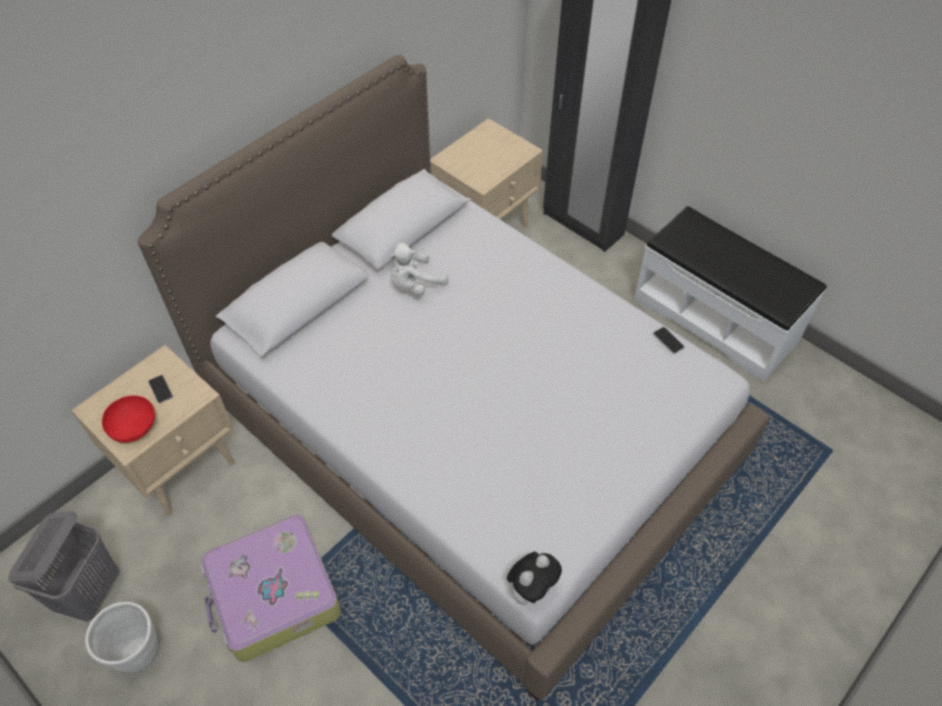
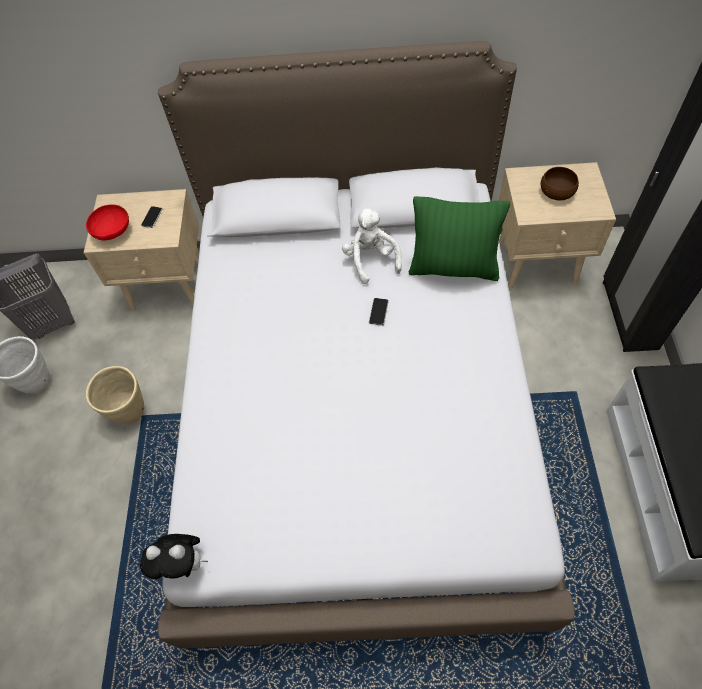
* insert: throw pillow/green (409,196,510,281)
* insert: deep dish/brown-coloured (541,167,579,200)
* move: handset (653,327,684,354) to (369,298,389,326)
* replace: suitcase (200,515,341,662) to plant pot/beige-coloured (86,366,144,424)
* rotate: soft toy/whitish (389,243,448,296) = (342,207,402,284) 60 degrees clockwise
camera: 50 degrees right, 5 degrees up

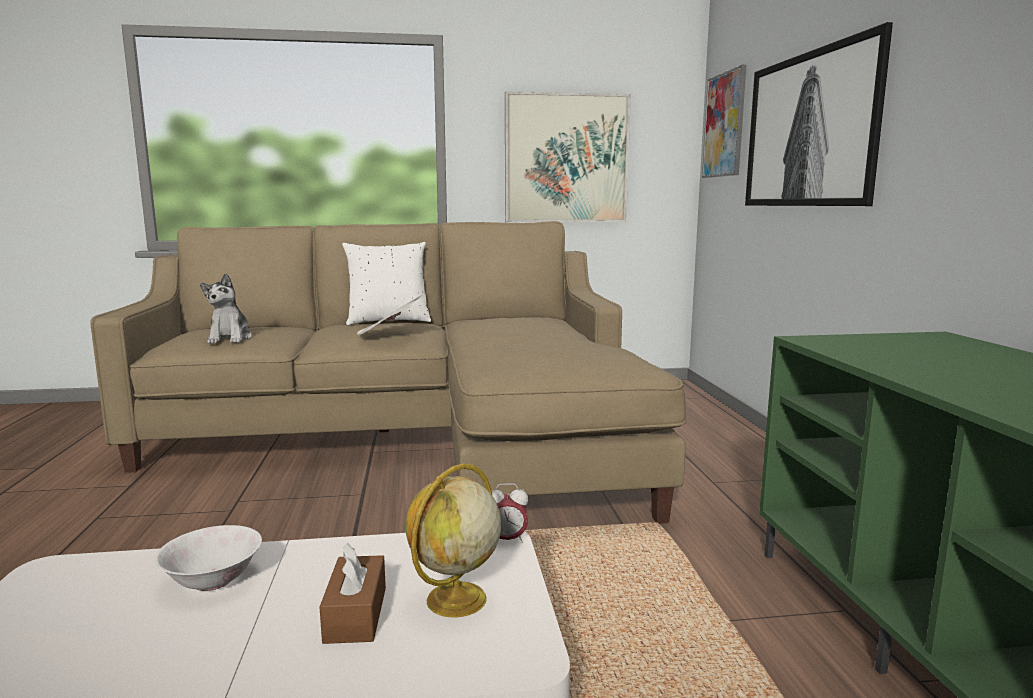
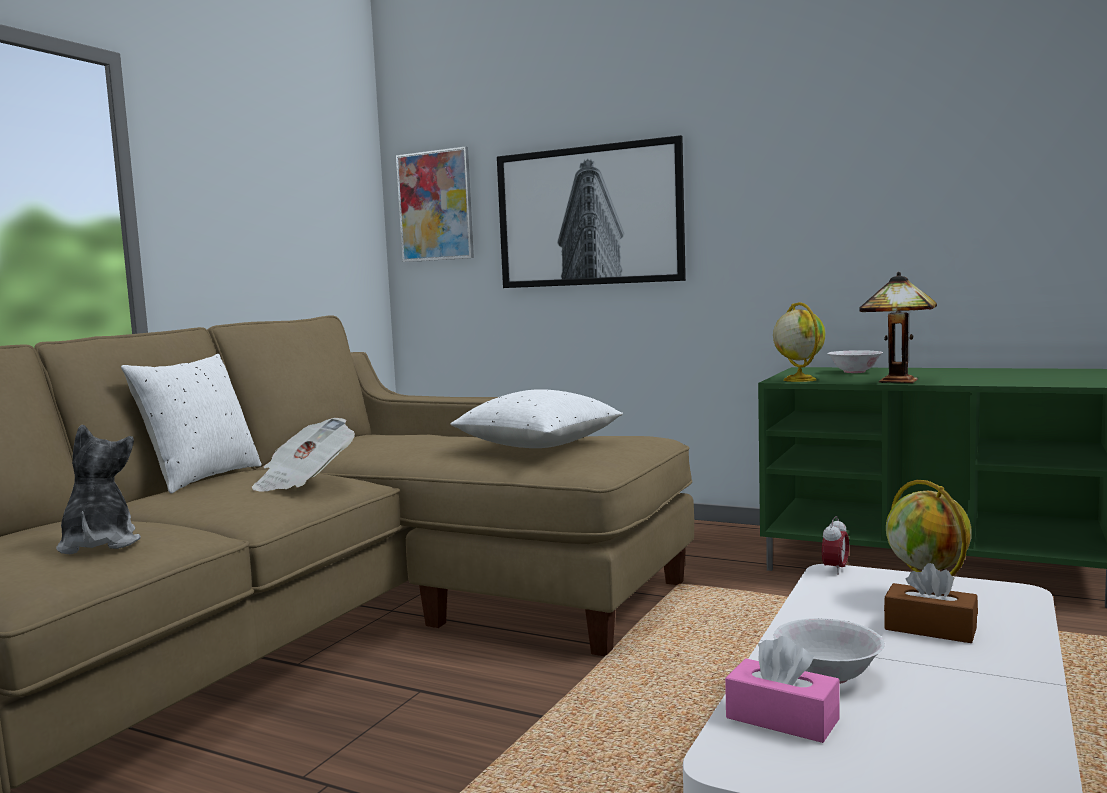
* delete: wall art (505,91,631,222)
* insert: throw pillow/whitish (450,389,623,448)
* insert: box of tissues/pink-coloured (725,636,839,743)
* insert: desk globe (773,302,826,382)
* insert: deep dish/whitish (827,350,883,373)
* insert: tabletop lamp (859,272,937,383)
* rotate: soft toy (200,273,252,343) = (56,425,141,554) 135 degrees counterclockwise
camera: 55 degrees left, 5 degrees down

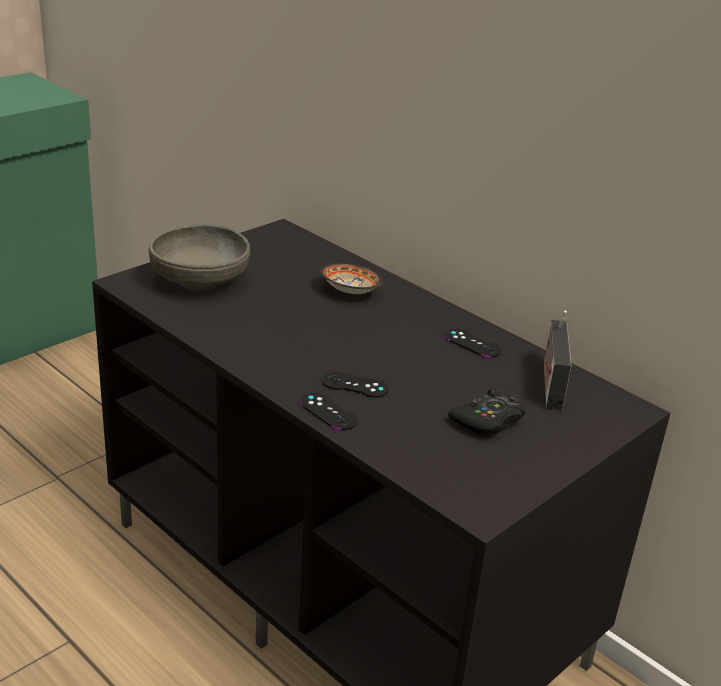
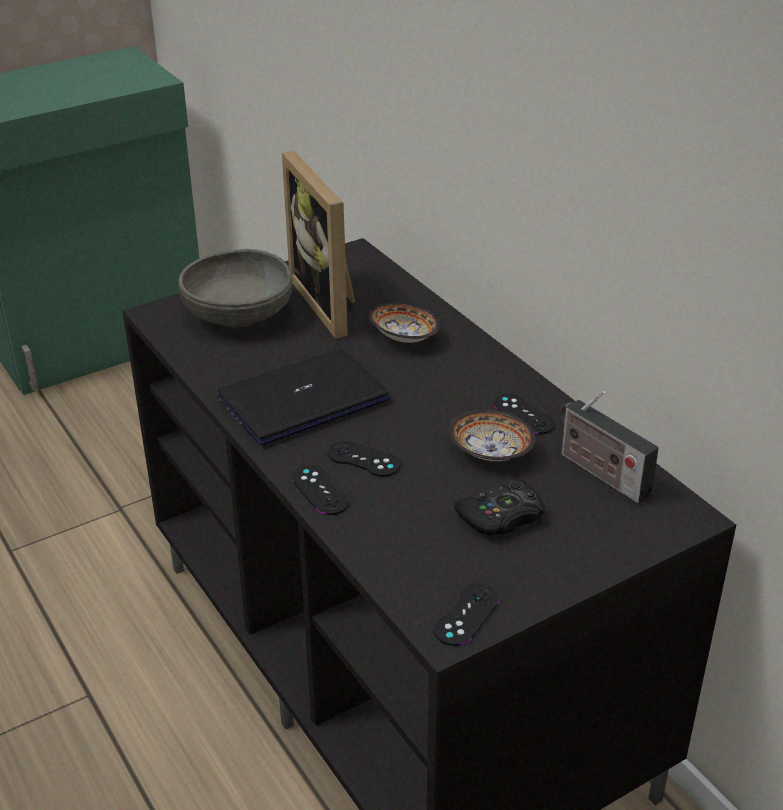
* insert: laptop (217,349,390,445)
* insert: photo frame (282,151,356,339)
* insert: joypad/black-coloured (434,583,500,646)
* insert: deep dish (448,409,536,461)
* rotate: radio receiver (544,310,572,410) = (560,391,659,504) 60 degrees counterclockwise
camera: 15 degrees right, 5 degrees up

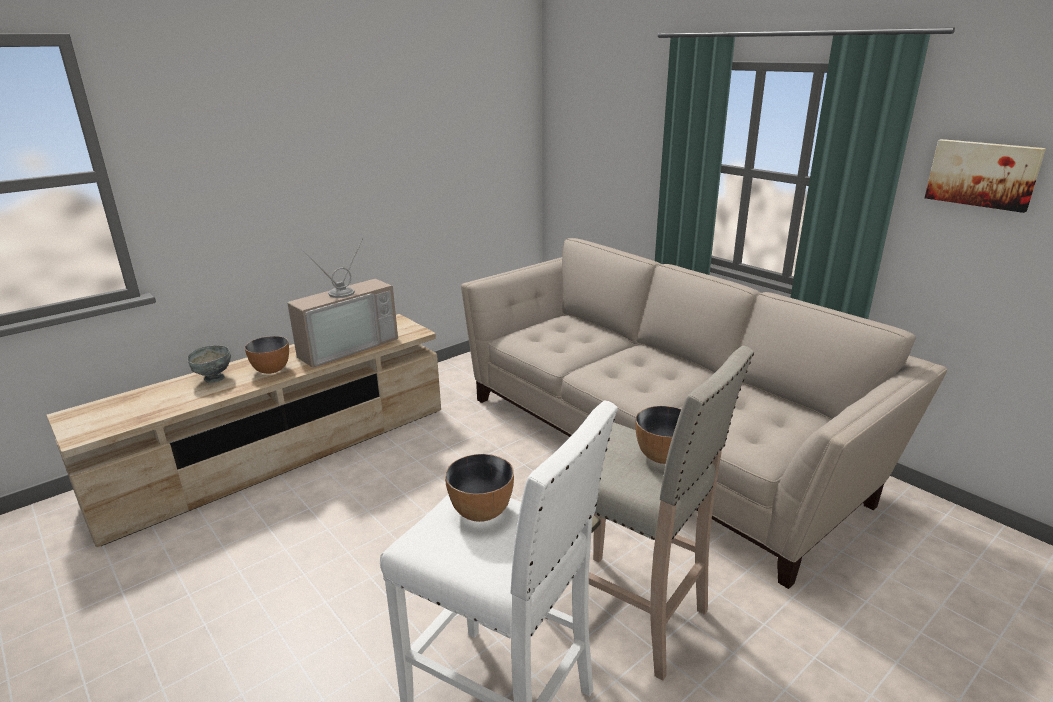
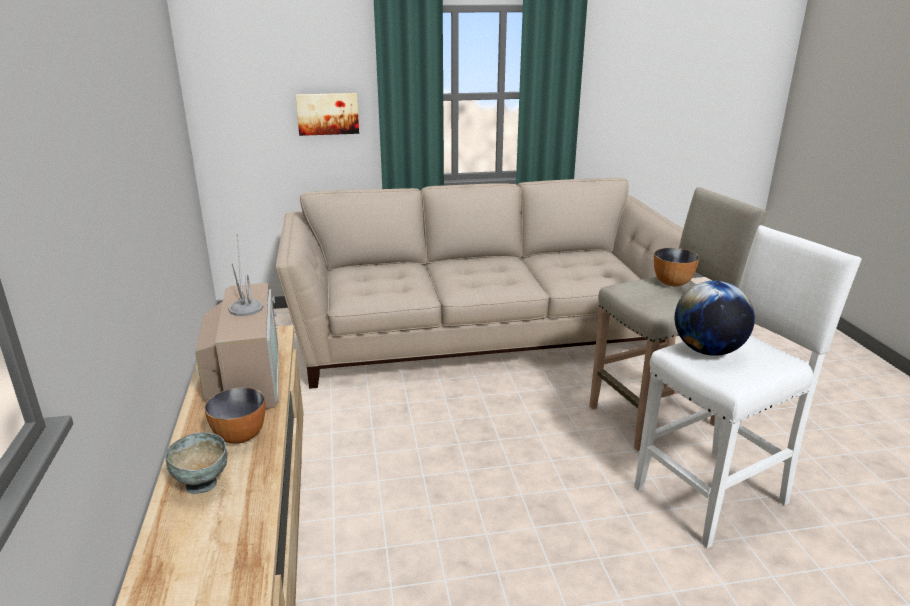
* move: wall art (925,139,1046,213) to (295,93,359,136)
* replace: deep dish (445,454,514,522) to desk globe (675,281,755,356)
camera: 60 degrees left, 0 degrees up

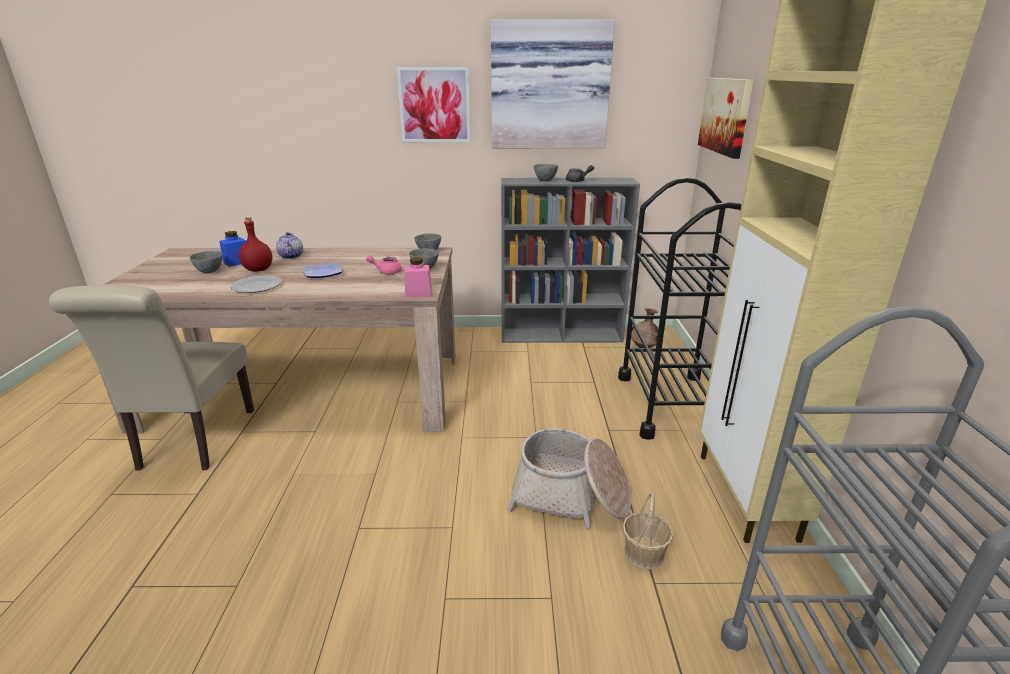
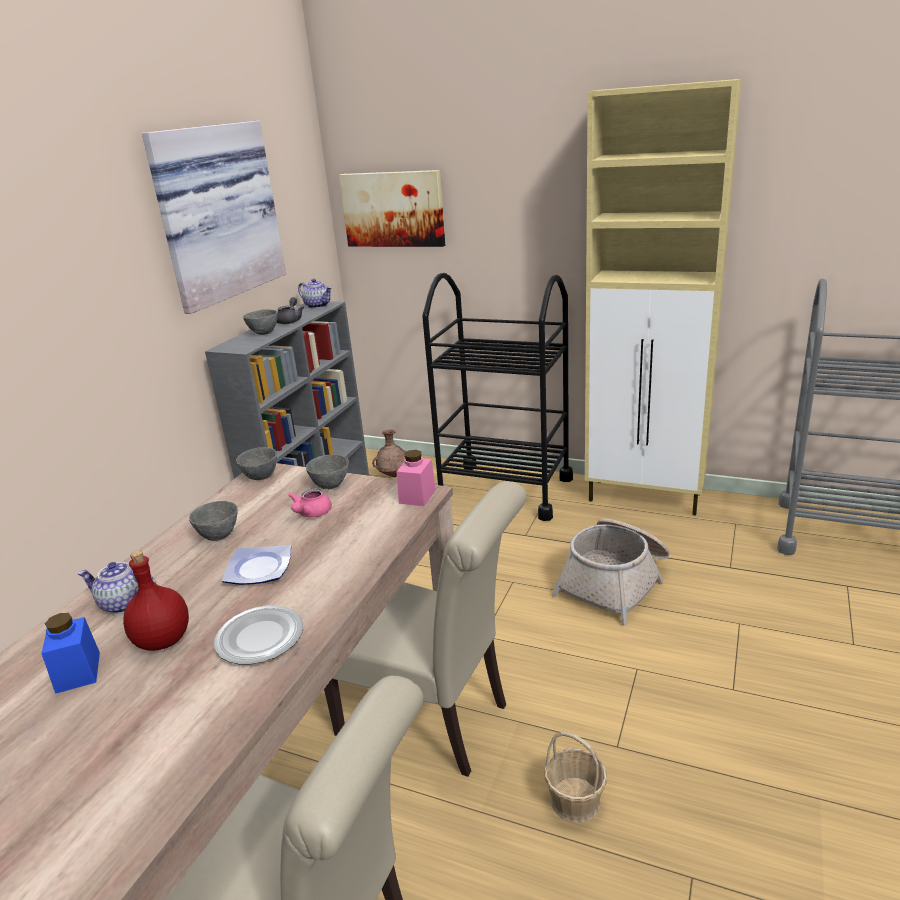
* delete: wall art (397,67,471,142)
* insert: teapot (298,279,332,308)
* insert: upright chair/beige-coloured (324,481,527,777)
* move: deep dish/grey (190,251,223,273) to (189,501,238,541)
* move: household basket (622,492,673,569) to (544,731,607,823)
camera: 65 degrees left, 0 degrees up

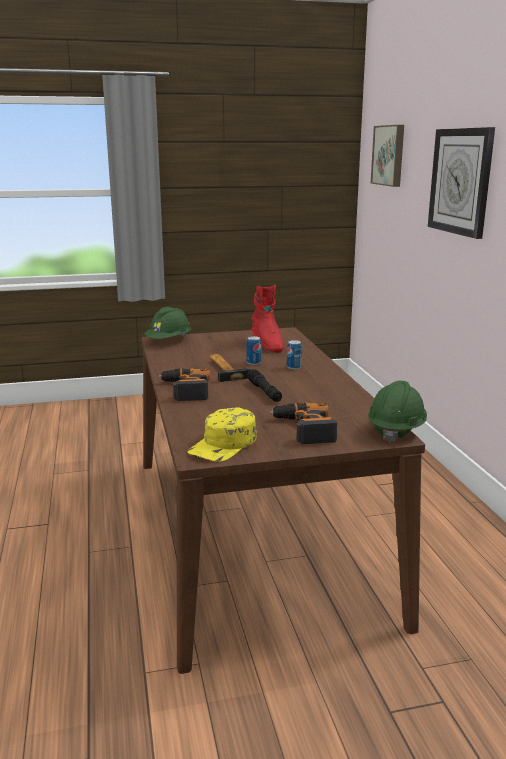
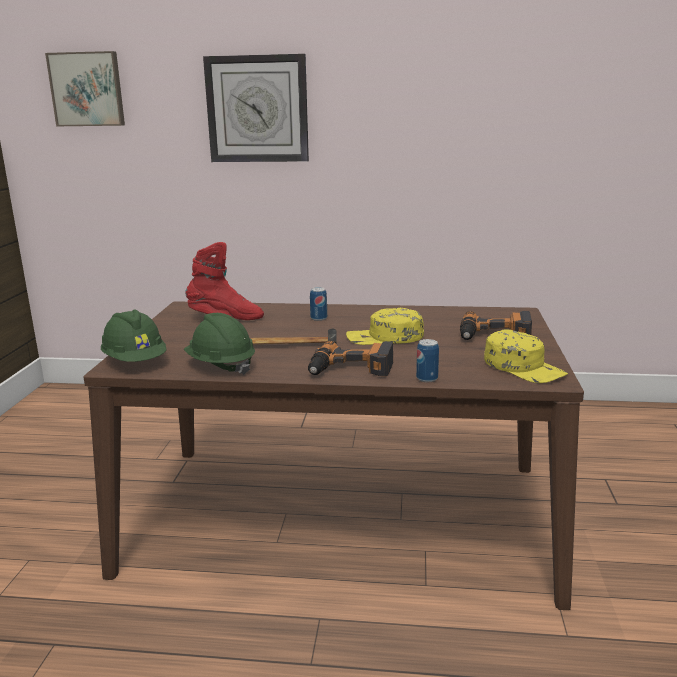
* move: can (246,336,261,365) to (416,339,439,382)
* move: hard hat/green (368,381,427,443) to (184,313,255,375)
* replace: hand torch/black-coloured (247,369,282,402) to cap/yellow-coloured (346,308,424,345)
camera: 70 degrees left, 0 degrees up

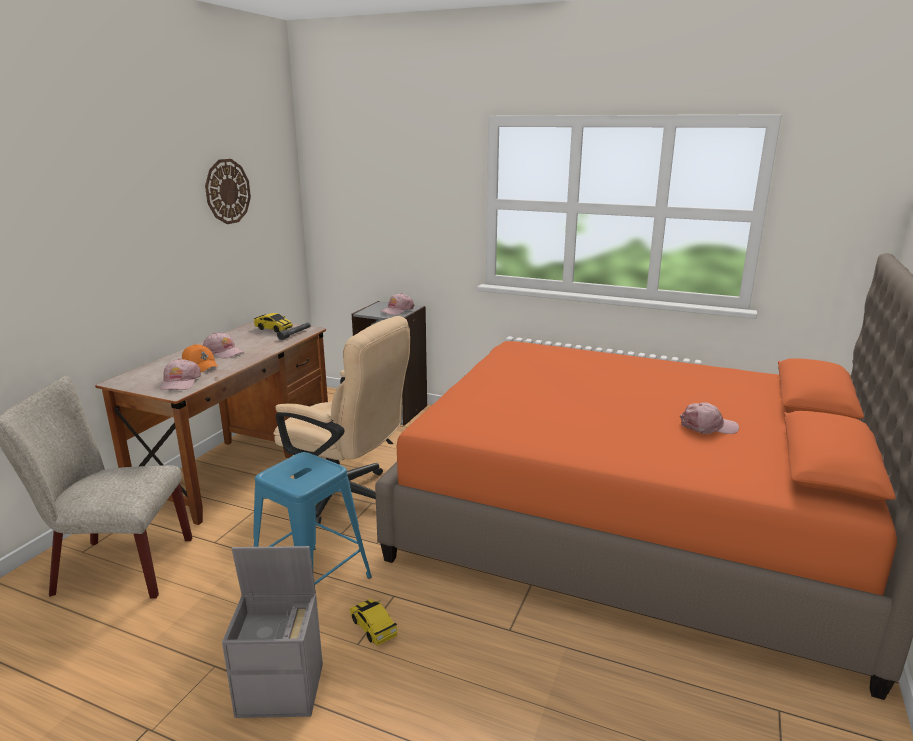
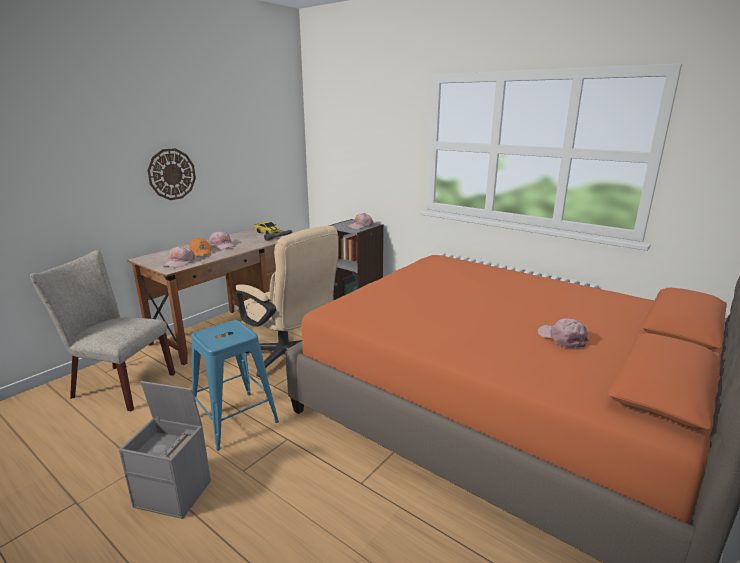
* delete: miniature car (350,599,398,646)
* move: wall clock (205,159,251,224) to (147,148,196,200)
* rotate: cap/pink-coloured (680,402,739,434) = (538,319,588,348) 135 degrees counterclockwise
camera: 15 degrees right, 0 degrees up

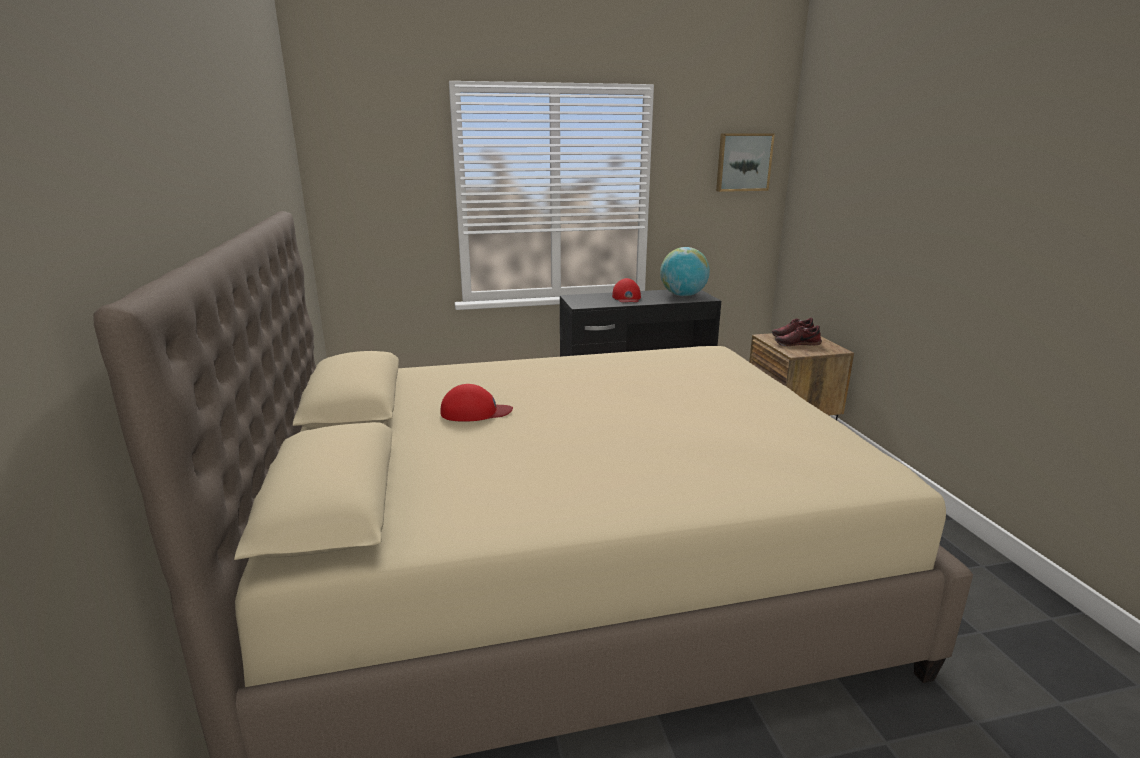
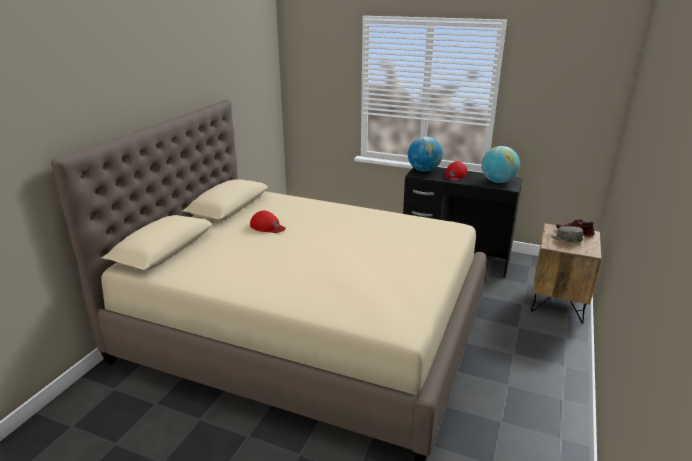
* delete: wall art (716,133,775,192)
* insert: desk globe (408,136,443,172)
* replace: low shoe (775,325,822,346) to cap/grey (551,226,583,243)
camera: 35 degrees right, 5 degrees up

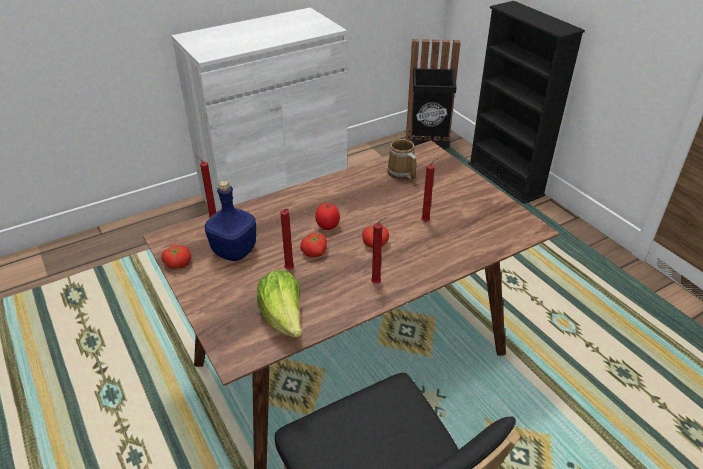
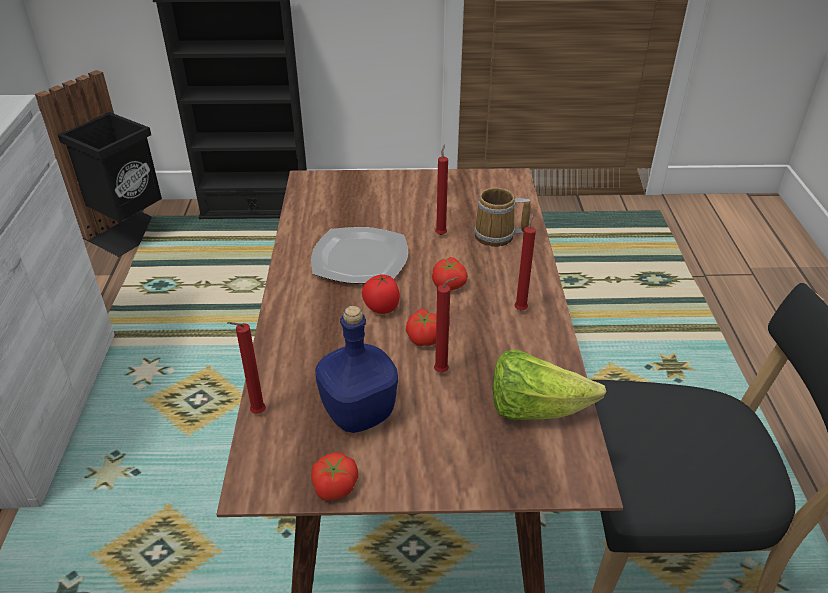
* insert: dinner plate (311,227,408,284)
* move: mug (387,139,416,180) to (474,187,531,247)
camera: 60 degrees left, 0 degrees up

